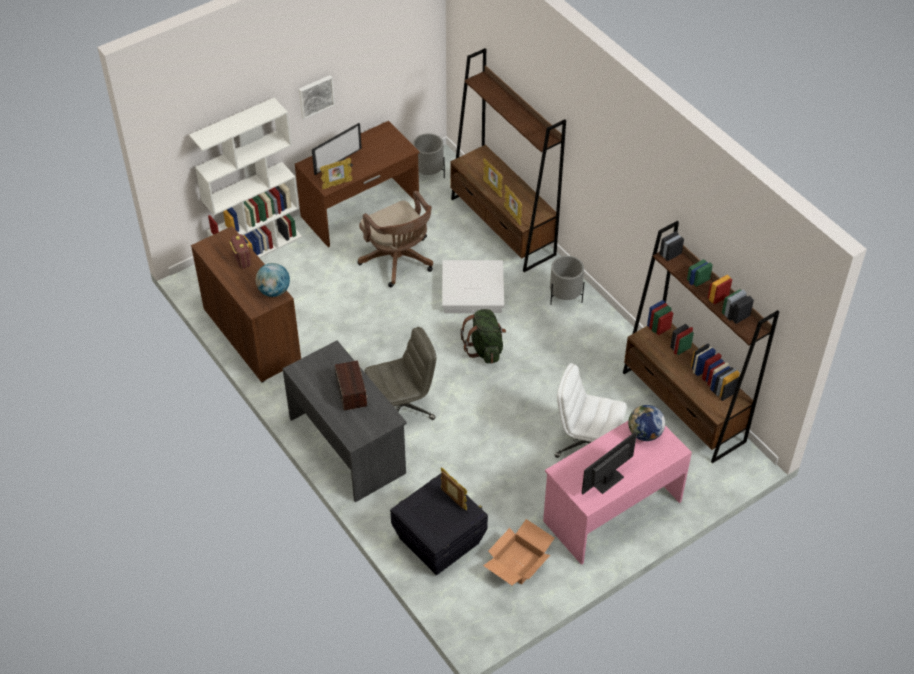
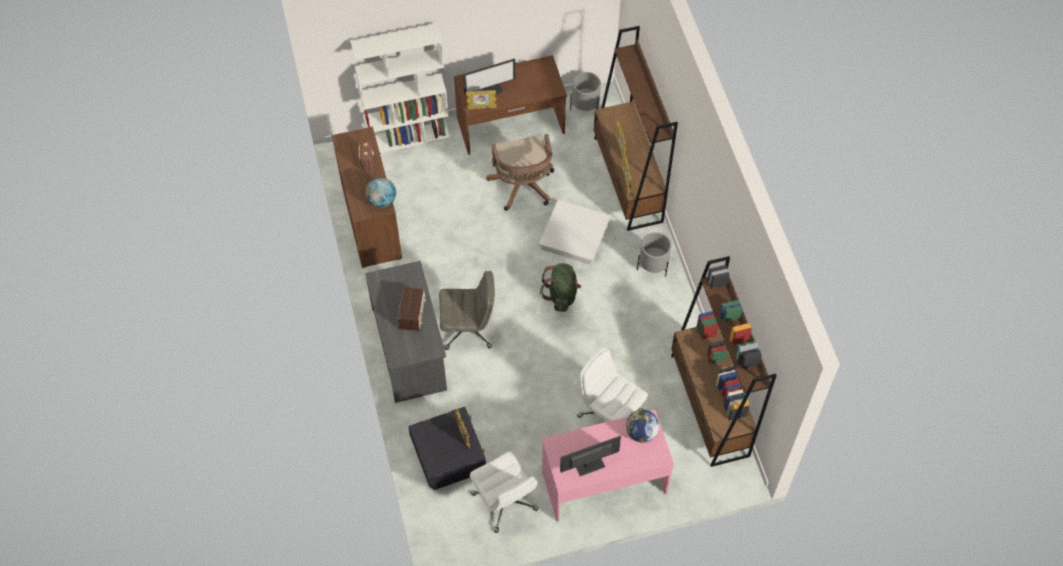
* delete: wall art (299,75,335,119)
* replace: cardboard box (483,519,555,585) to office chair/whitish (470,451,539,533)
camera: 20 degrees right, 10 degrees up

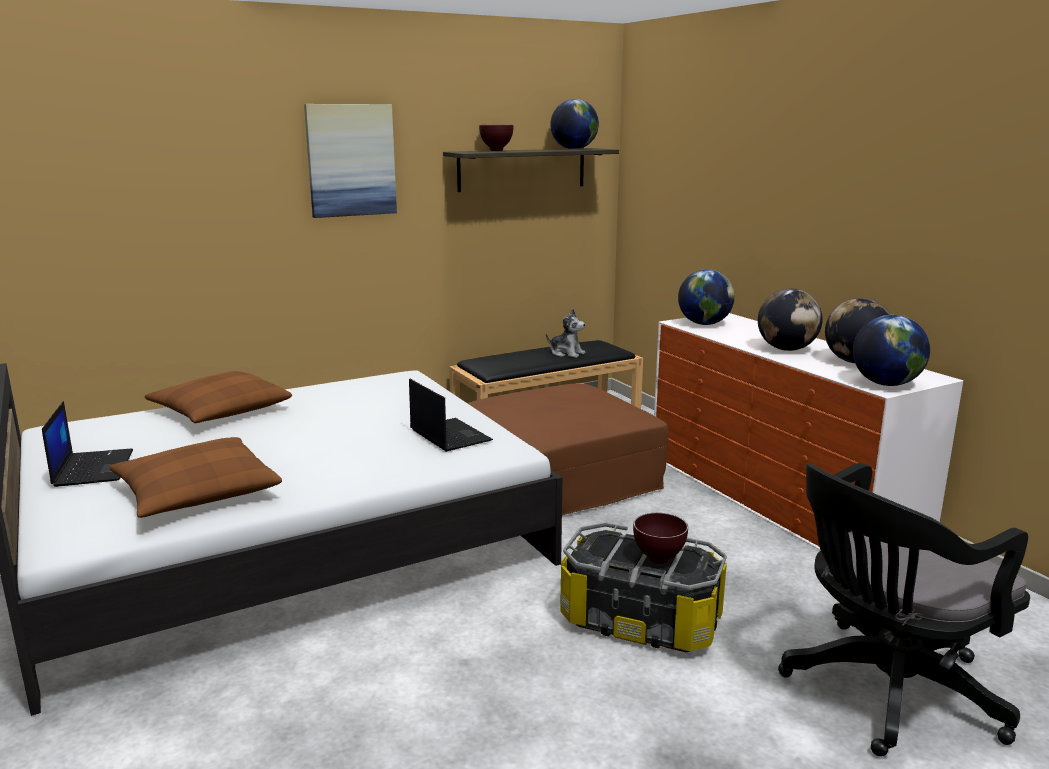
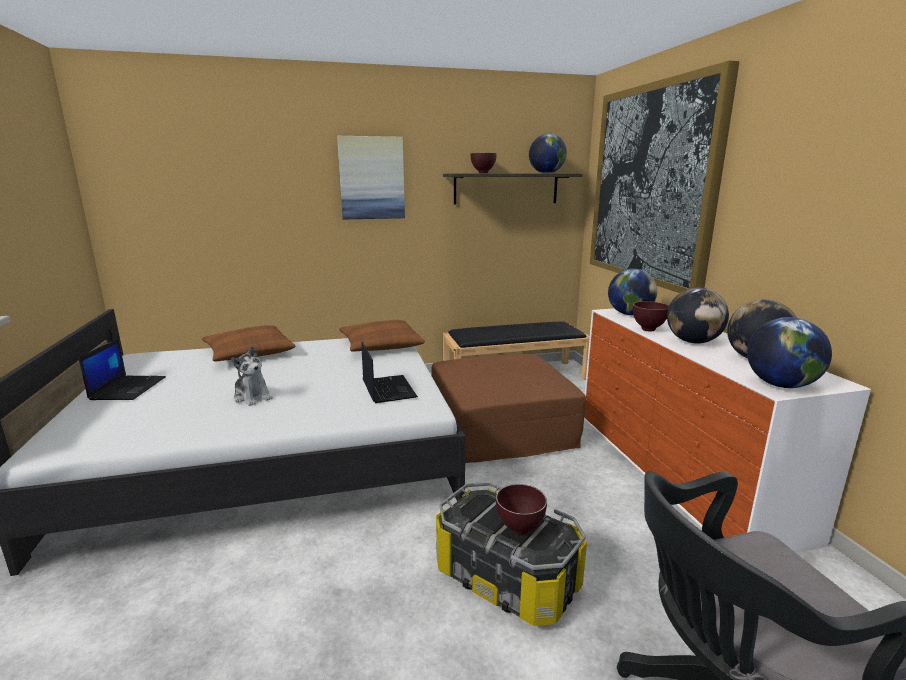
* insert: wall art (590,61,740,293)
* insert: deep dish/brown-coloured (633,301,669,332)
* move: throw pillow/brown-coloured (109,437,282,518) to (339,320,425,352)
* move: soft toy (546,309,585,358) to (231,346,273,406)
camera: 15 degrees right, 0 degrees up

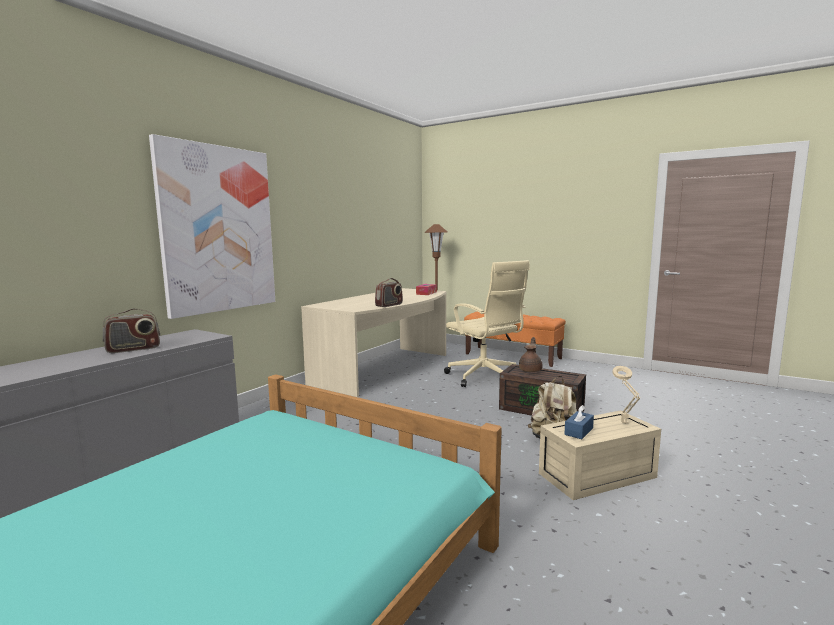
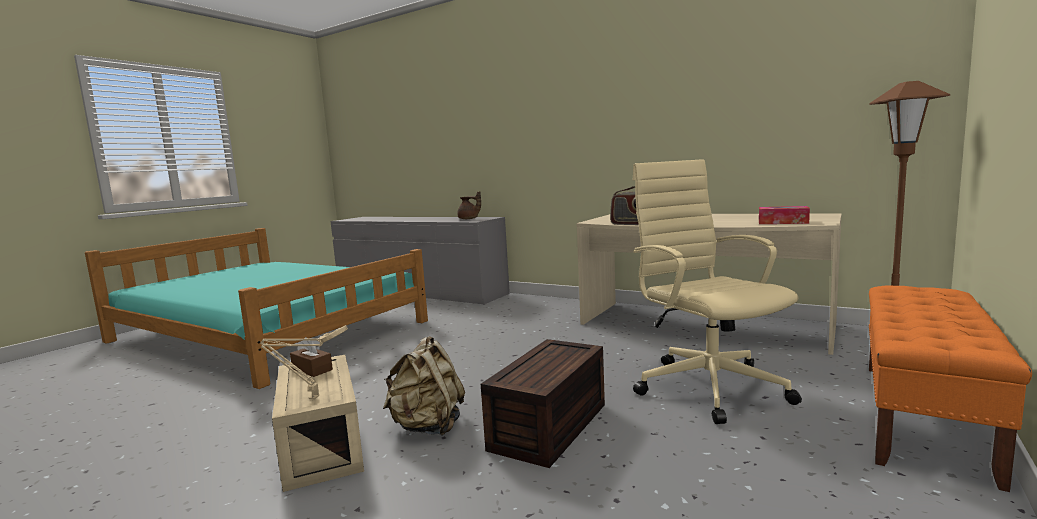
* delete: radio receiver (103,308,160,353)
* delete: wall art (149,134,275,319)
* move: teapot/brown-coloured (519,337,543,372) to (457,191,481,219)
* recolor: box of tissues/blue (565,405,594,439) to box of tissues/brown-coloured (290,337,333,377)
* rotate: office chair/beige-coloured (444,260,530,387) = (633,159,802,424) 105 degrees clockwise
camera: 90 degrees right, 0 degrees up

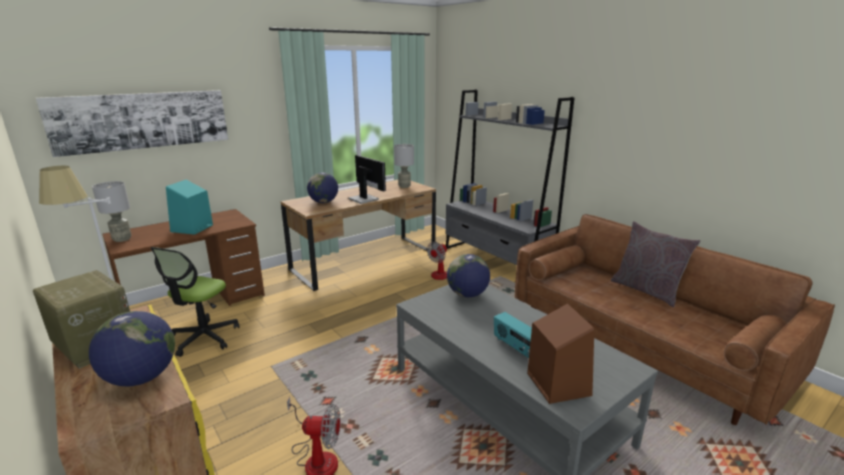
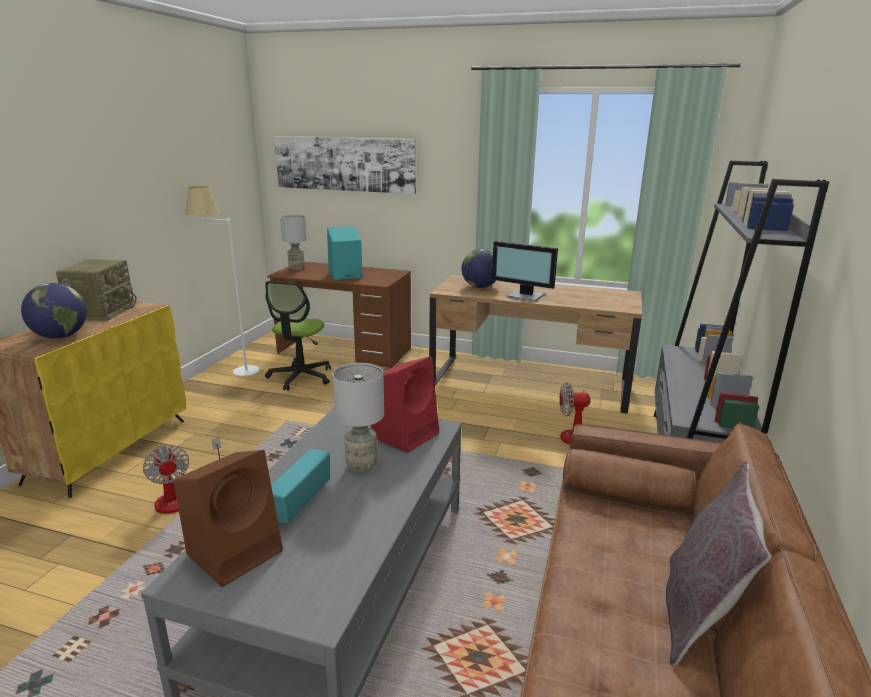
* move: tabletop lamp/grey (394,144,414,188) to (332,363,384,472)
* replace: desk globe (447,254,490,297) to speaker/red-coloured (371,356,439,453)
* rotate: office chair (151,247,239,357) = (265,281,331,391) 60 degrees counterclockwise
* rotate: computer display (348,155,386,204) = (492,241,558,302) 105 degrees clockwise
camera: 55 degrees right, 0 degrees up

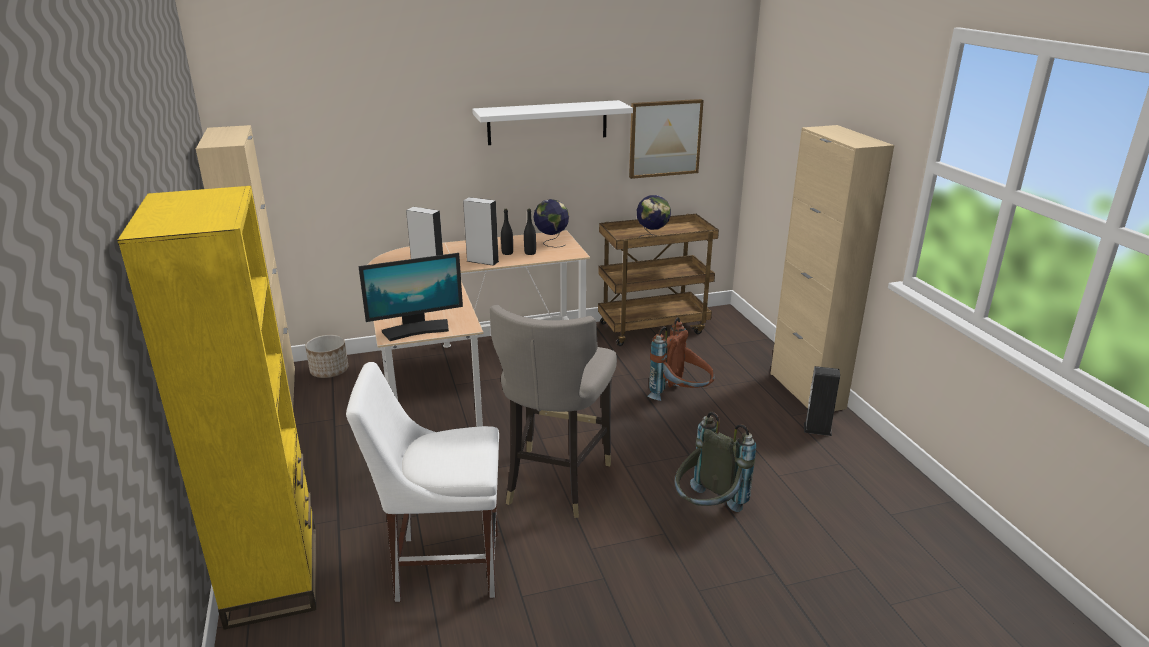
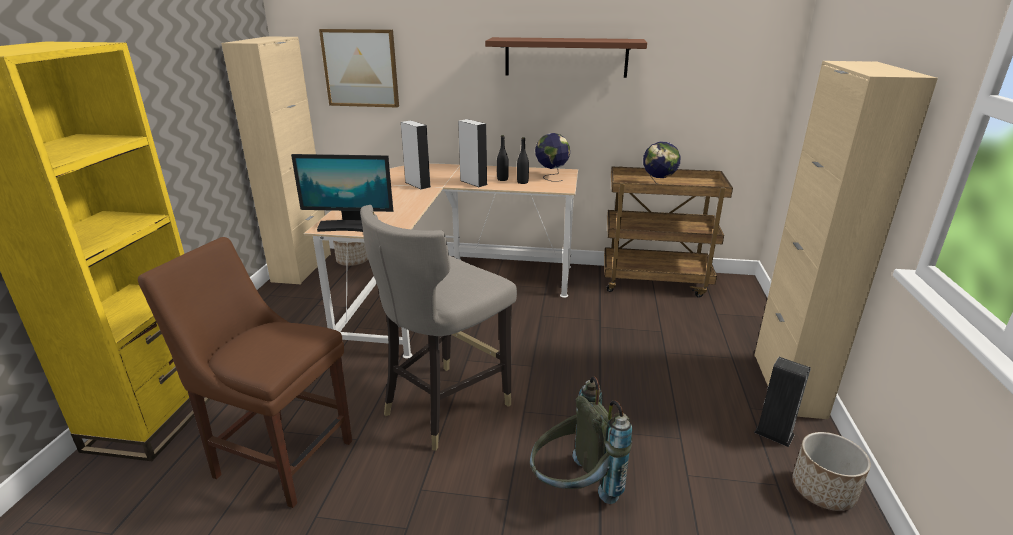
* delete: knapsack/brown-coloured (647,317,715,401)
* insert: plant pot (792,432,871,511)
* move: wall art (629,99,704,179) to (319,29,399,108)
* recolor: upright chair/whitish (346,362,499,602) to upright chair/brown-coloured (138,237,352,508)
* recolor: bracket shelf/whitish (472,100,633,145) to bracket shelf/brown-coloured (485,37,647,78)
camera: 25 degrees right, 0 degrees up

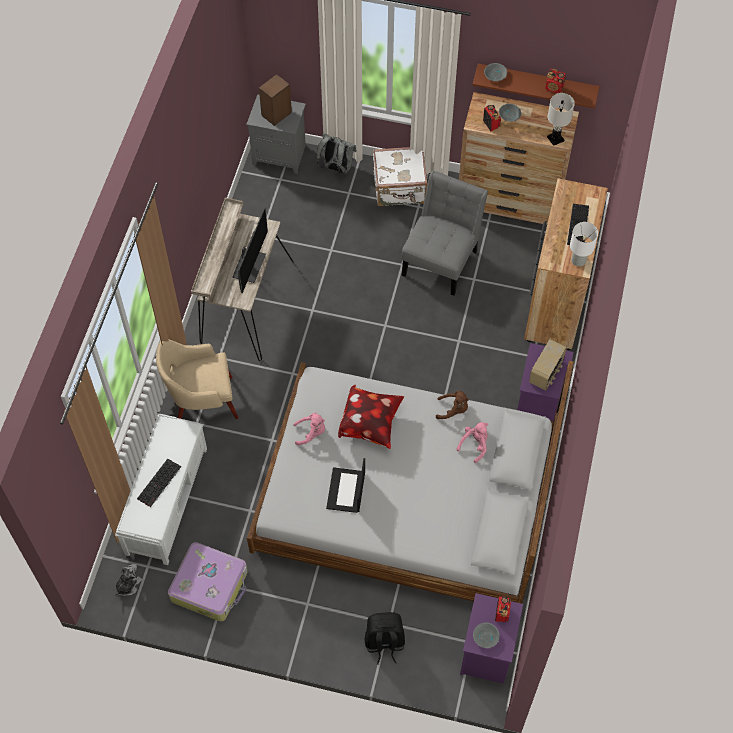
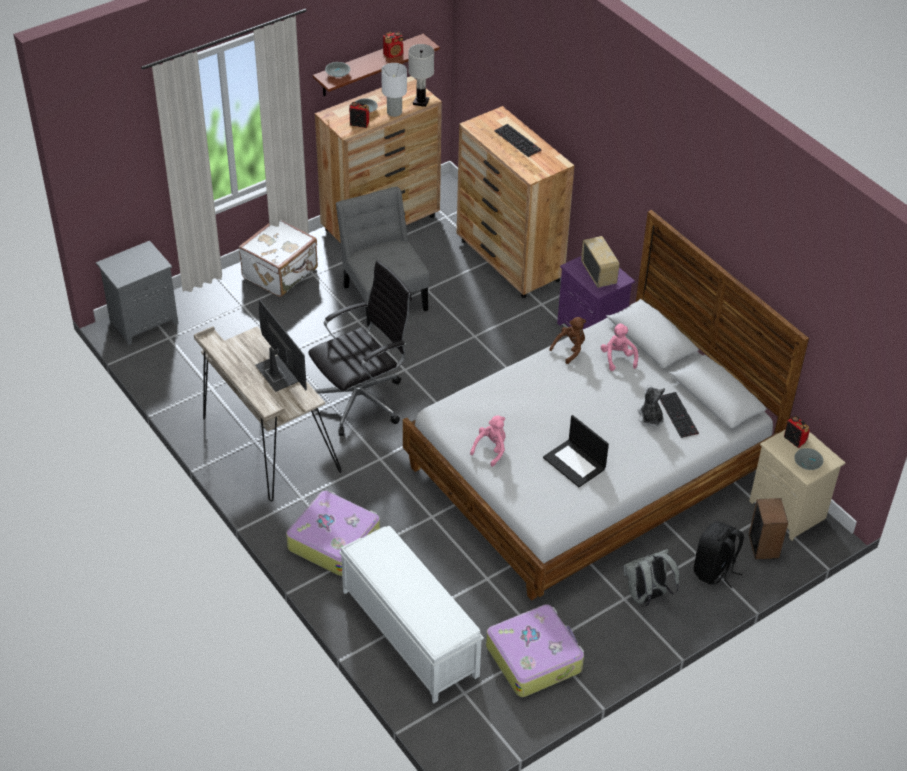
* delete: throw pillow (338,385,404,449)
* insert: office chair/black-coloured (308,260,412,436)
* move: soft toy (115,563,142,596) to (637,385,665,427)
* move: computer keyboard (137,458,181,507) to (660,392,699,438)
* move: speaker (259,74,292,126) to (749,498,788,559)
* move: knapsack/grey (317,133,356,174) to (623,549,679,607)
* move: tabletop lamp/whitish (570,222,598,267) to (381,63,407,117)
* replace: lounge chair/beige-coloured (156,339,239,419) to suitcase (286,491,380,576)
* recolor: night table/purplish (460,593,523,684) to night table/beige-coloured (749,429,845,541)
camera: 50 degrees left, 15 degrees down

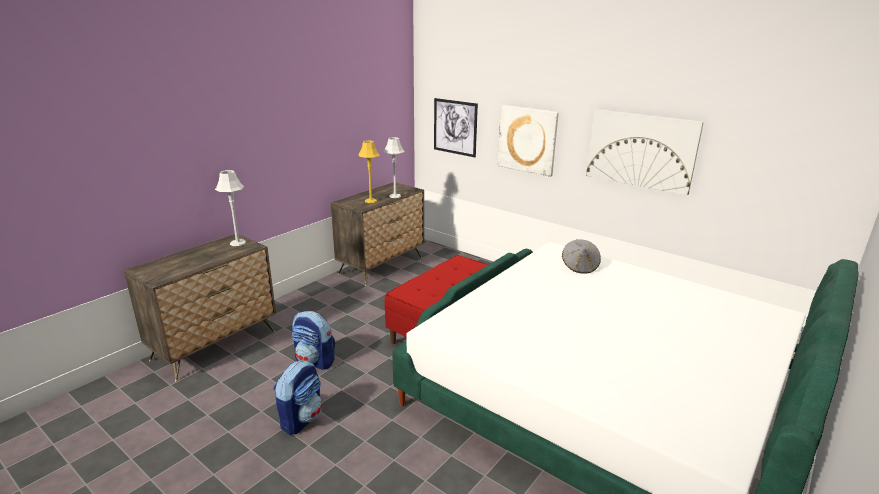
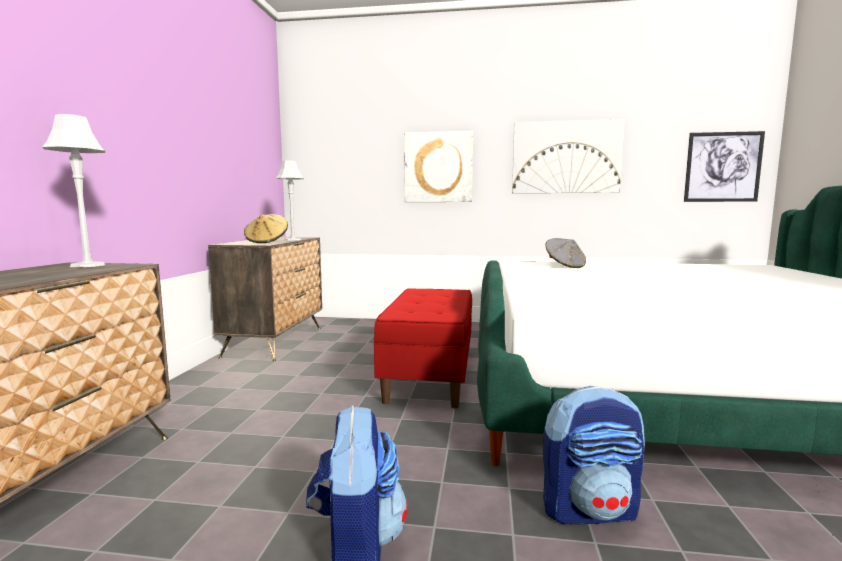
* move: knapsack (292,311,335,370) to (543,386,645,524)
* move: wall art (434,98,478,157) to (684,131,765,202)
* replace: tabletop lamp/yellow-coloured (358,141,380,203) to wearable hat/beige-coloured (244,214,288,243)
camera: 30 degrees left, 15 degrees down

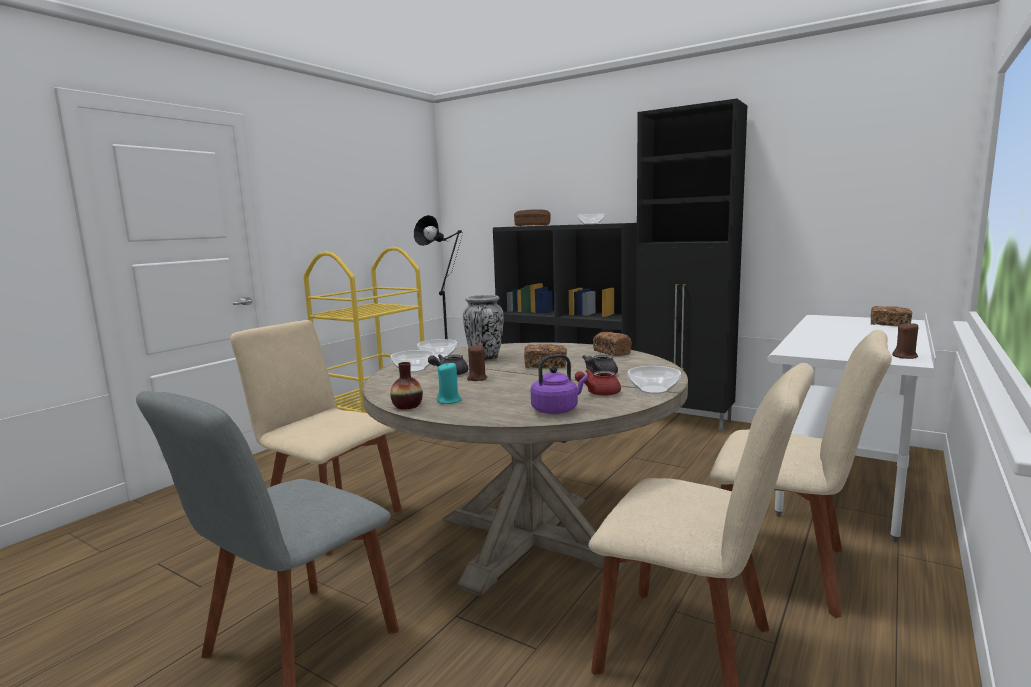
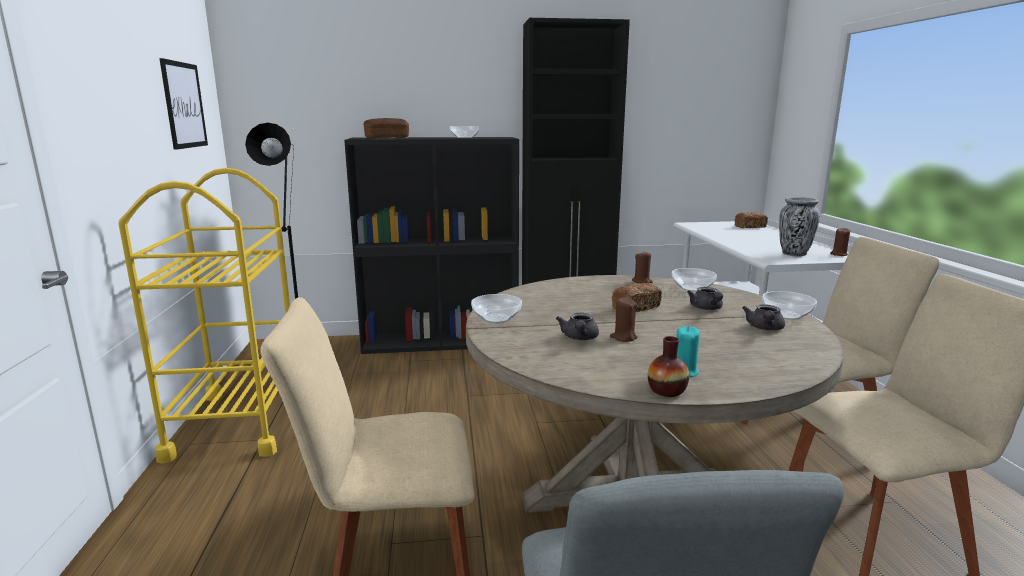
* delete: tea kettle/purplish (531,354,588,414)
* insert: wall art (159,58,208,150)
* move: deep dish (391,350,434,373) to (672,268,717,292)
* move: decorative vase (463,295,504,361) to (779,197,820,256)
* replace: baked bread (593,332,632,356) to wax light/brown-coloured (632,252,653,283)
* recolor: teapot/red-coloured (575,369,621,396) to teapot/grey (742,304,785,331)
camera: 40 degrees left, 5 degrees up

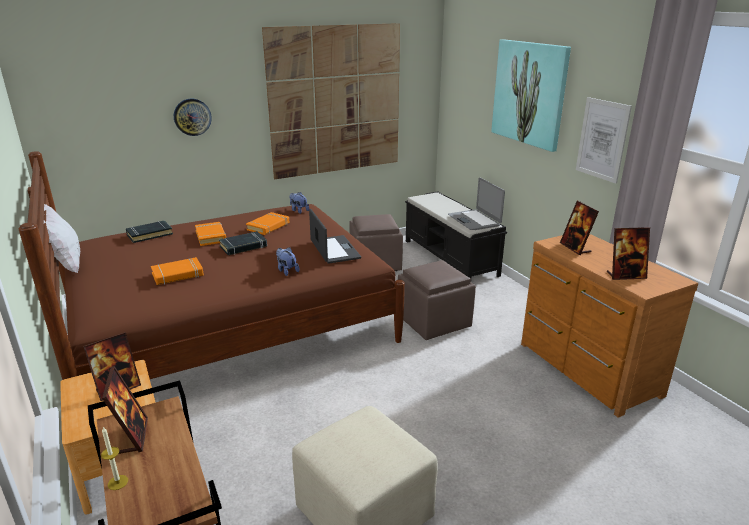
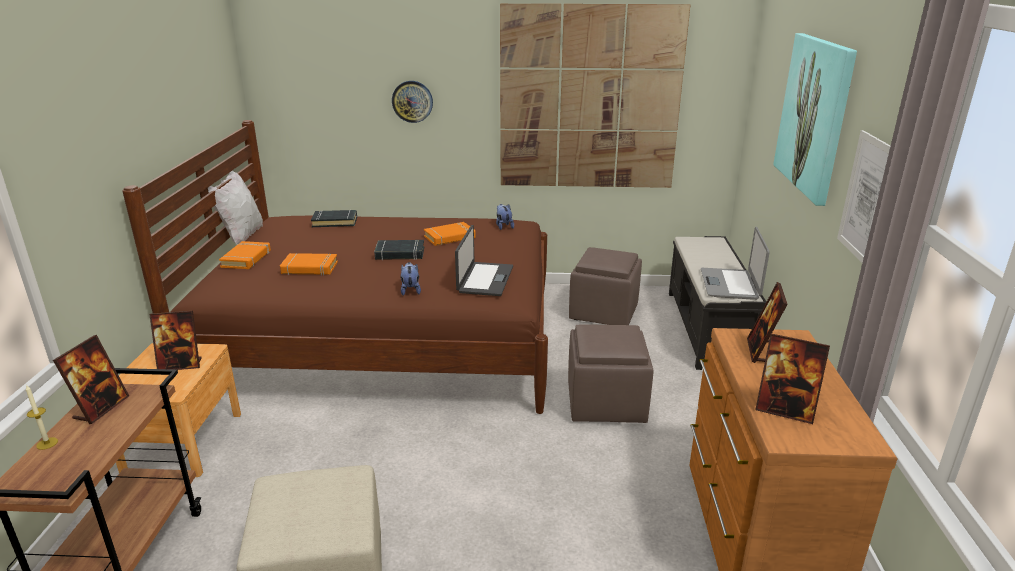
* move: book/orange (195,222,226,246) to (219,241,271,269)
camera: 30 degrees right, 0 degrees up

